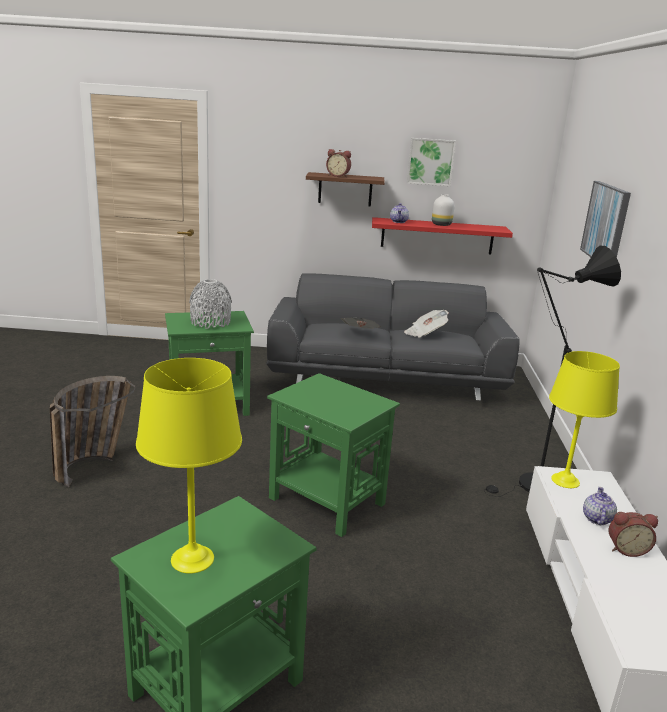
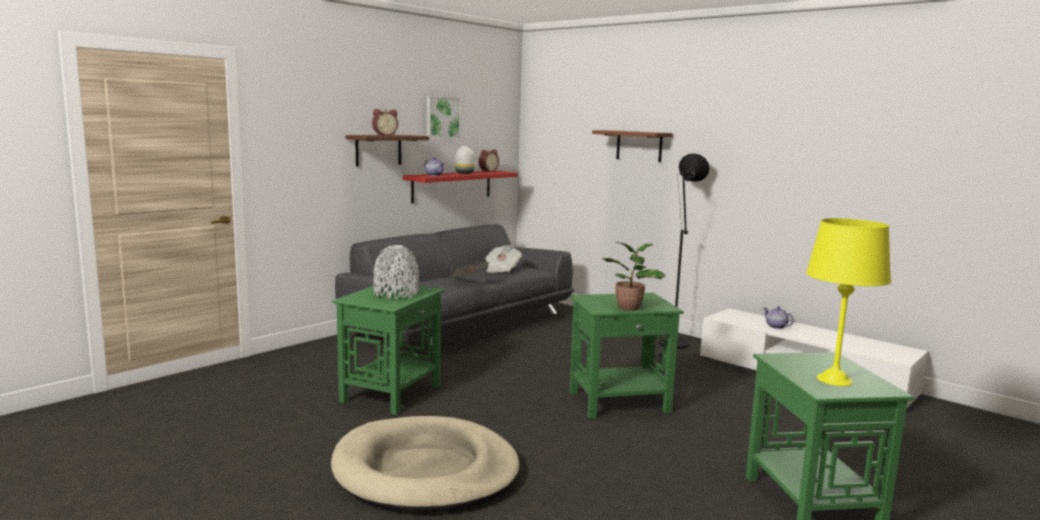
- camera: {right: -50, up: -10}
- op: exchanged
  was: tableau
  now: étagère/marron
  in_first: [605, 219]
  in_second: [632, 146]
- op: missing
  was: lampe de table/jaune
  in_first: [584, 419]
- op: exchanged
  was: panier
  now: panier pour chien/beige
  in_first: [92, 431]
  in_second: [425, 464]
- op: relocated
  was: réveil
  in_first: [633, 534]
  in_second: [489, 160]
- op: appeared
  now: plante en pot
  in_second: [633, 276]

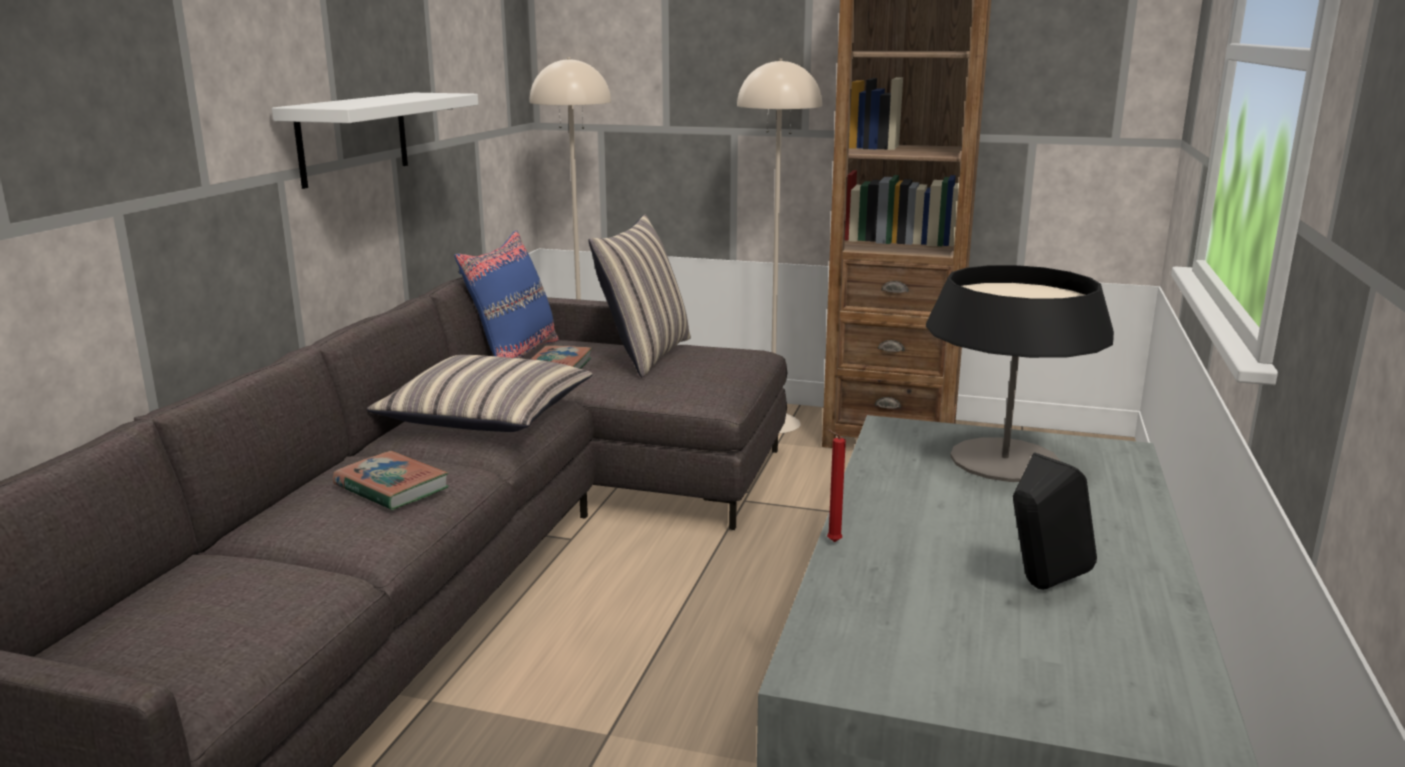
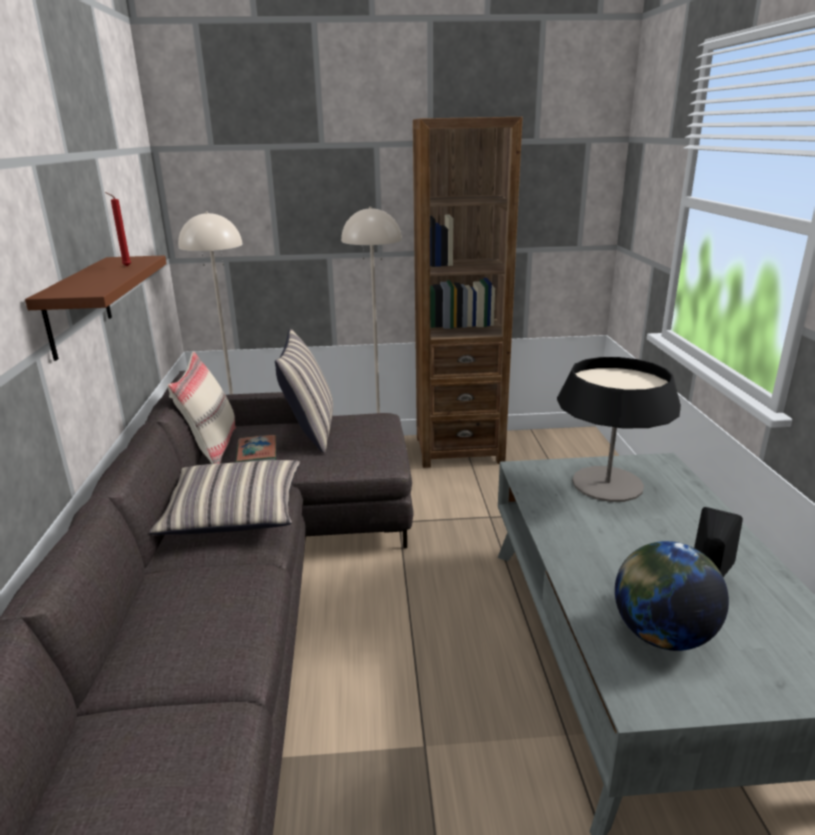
- camera: {right: -20, up: 5}
- op: colour
  was: étagère/blanc
  now: étagère/marron
  in_first: [375, 141]
  in_second: [96, 308]
- op: colour
  was: coussin/bleu
  now: coussin/beige
  in_first: [506, 294]
  in_second: [201, 407]
- op: relocated
  was: bougie/rouge
  in_first: [836, 485]
  in_second: [118, 229]
- op: missing
  was: livre
  in_first: [391, 480]
- op: appeared
  now: globe
  in_second: [672, 596]

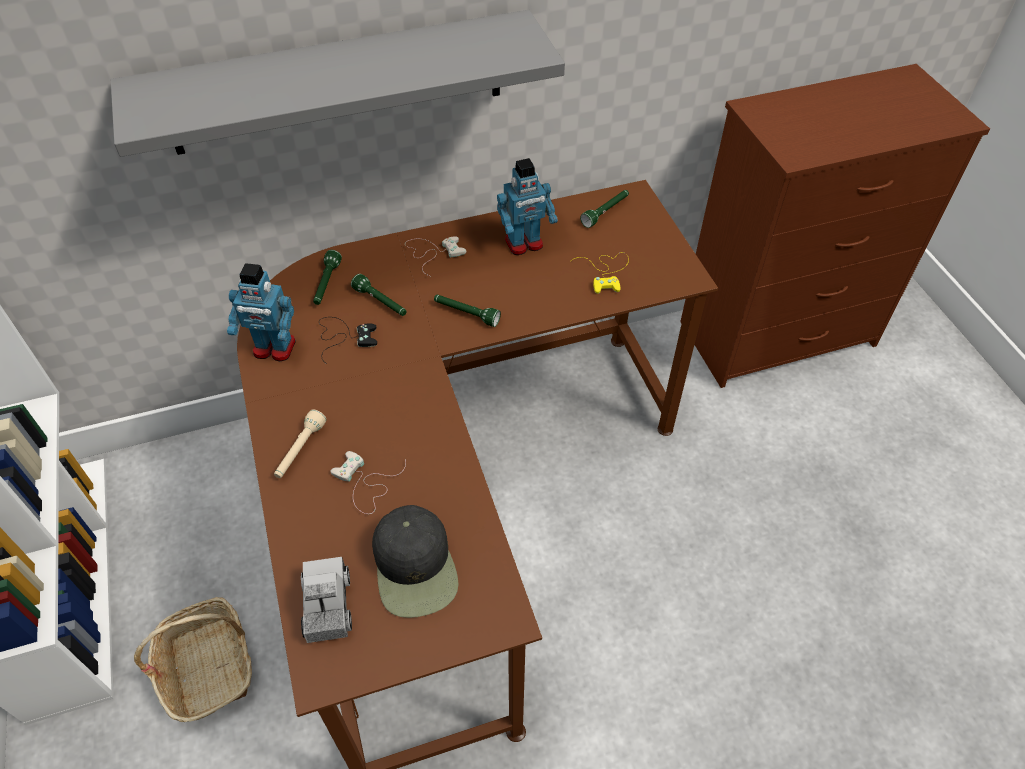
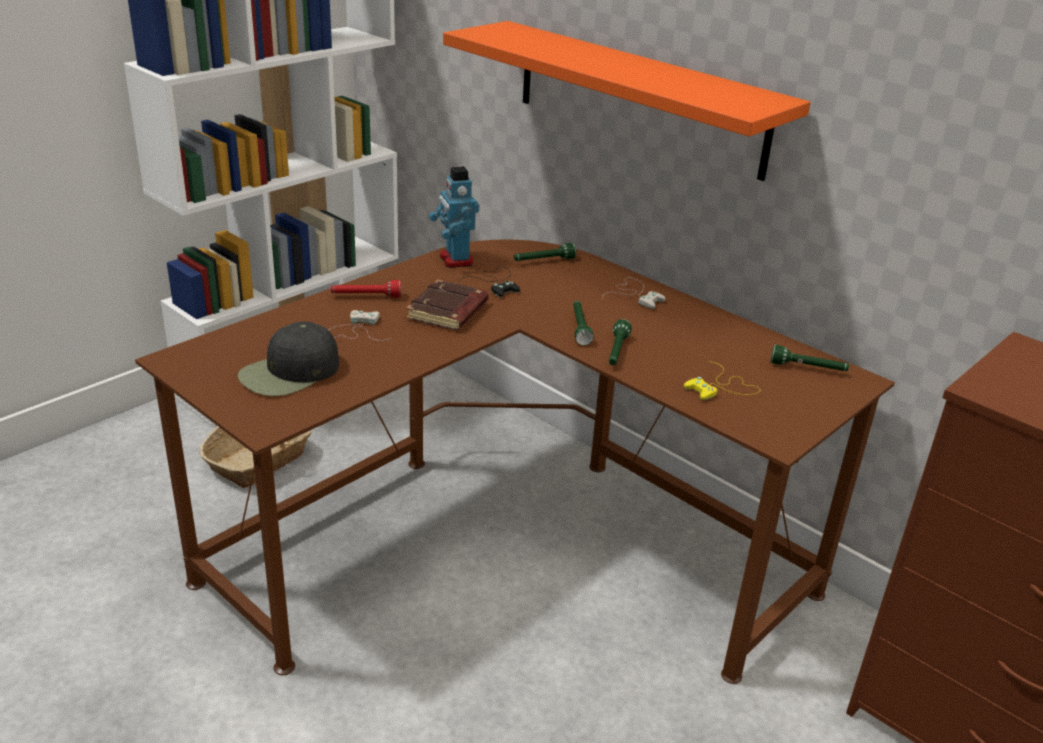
- camera: {right: 60, up: -20}
- op: colour
  was: étagère/gris
  now: étagère/orange
  in_first: [338, 83]
  in_second: [627, 101]
- op: missing
  was: robot jouet
  in_first: [527, 206]
- op: relocated
  was: lampe de poche/vert
  in_first: [379, 295]
  in_second: [620, 342]
- op: colour
  was: lampe de poche/beige
  now: lampe de poche/rouge
  in_first: [300, 443]
  in_second: [366, 289]
- op: missing
  was: camion jouet
  in_first: [326, 600]
- op: appeared
  now: livre/marron
  in_second: [447, 304]

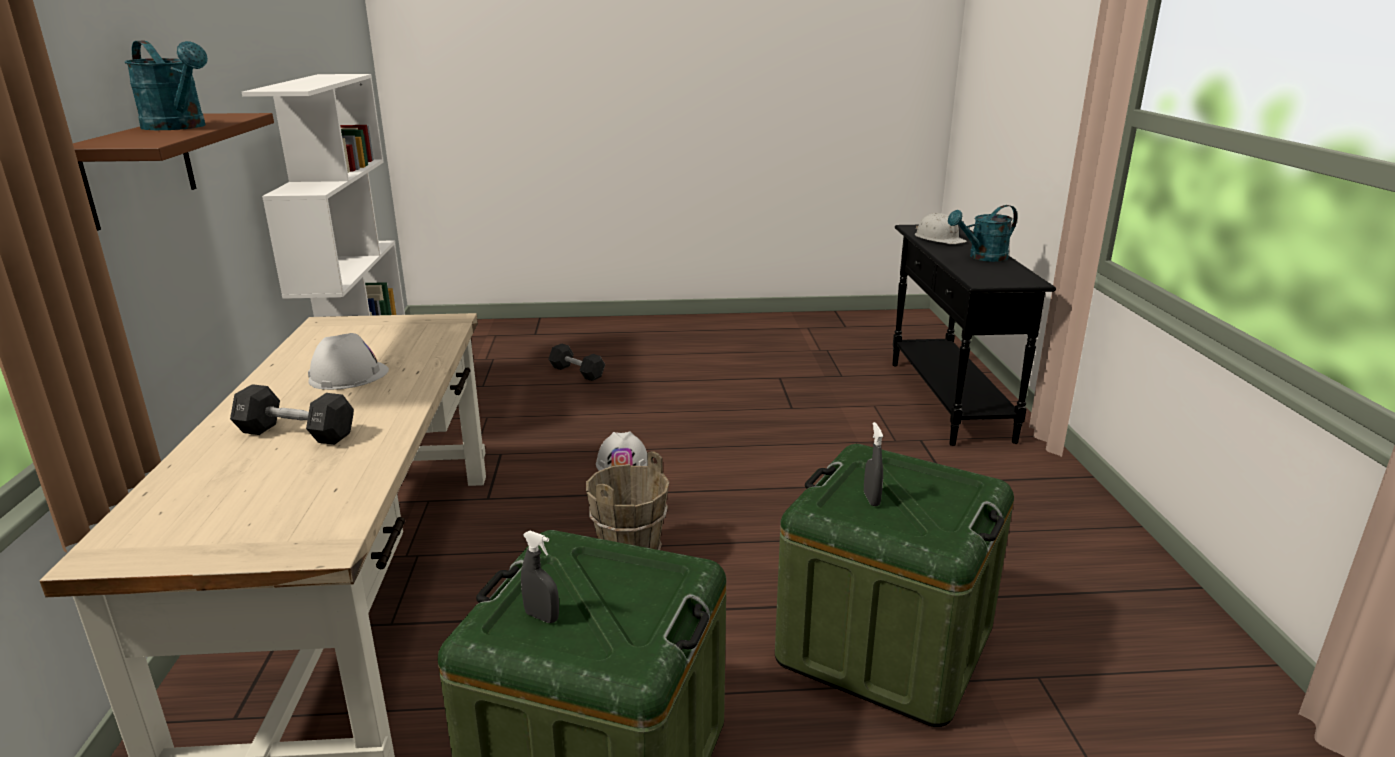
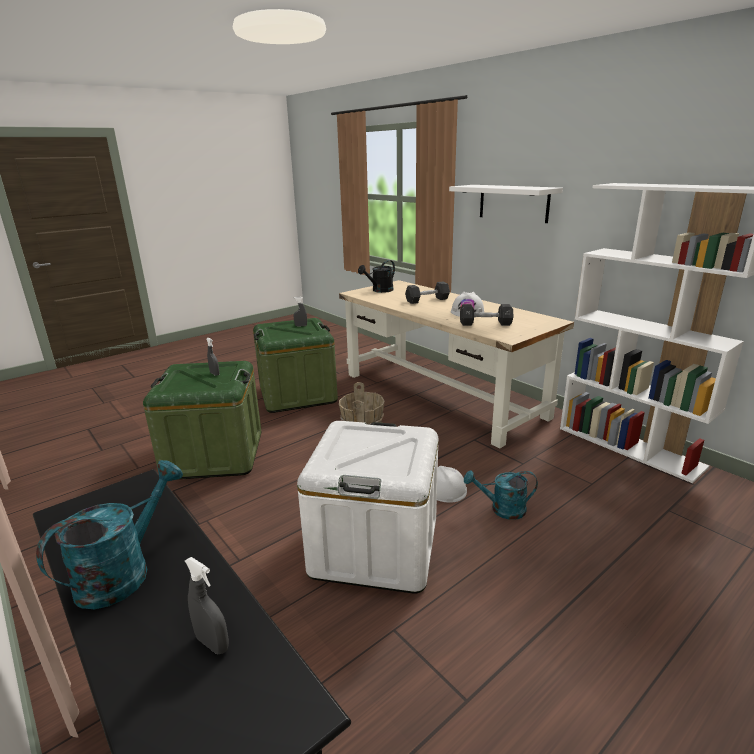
- camera: {right: 145, up: 0}
- op: relocated
  was: arrosoir/turquoise
  in_first: [166, 85]
  in_second: [501, 495]
- op: colour
  was: étagère/marron
  now: étagère/blanc
  in_first: [173, 172]
  in_second: [506, 204]
- op: exchanged
  was: casque de chantier/blanc
  now: vaporisateur/gris
  in_first: [941, 228]
  in_second: [207, 605]
- op: relocated
  was: haltère/noir
  in_first: [576, 362]
  in_second: [486, 315]
- op: appeared
  now: arrosoir/noir
  in_second: [376, 276]
- op: appeared
  now: boîte de rangement/blanc
  in_second: [367, 507]

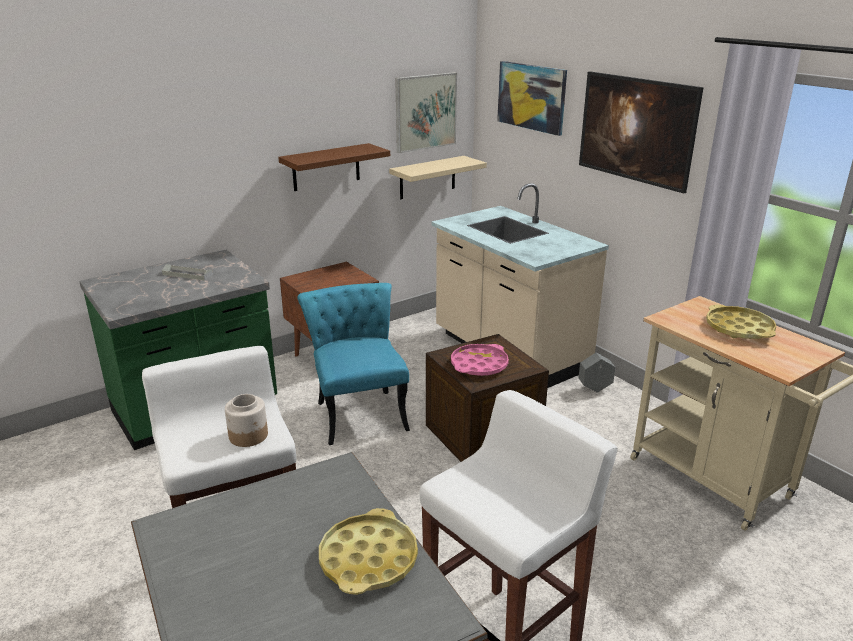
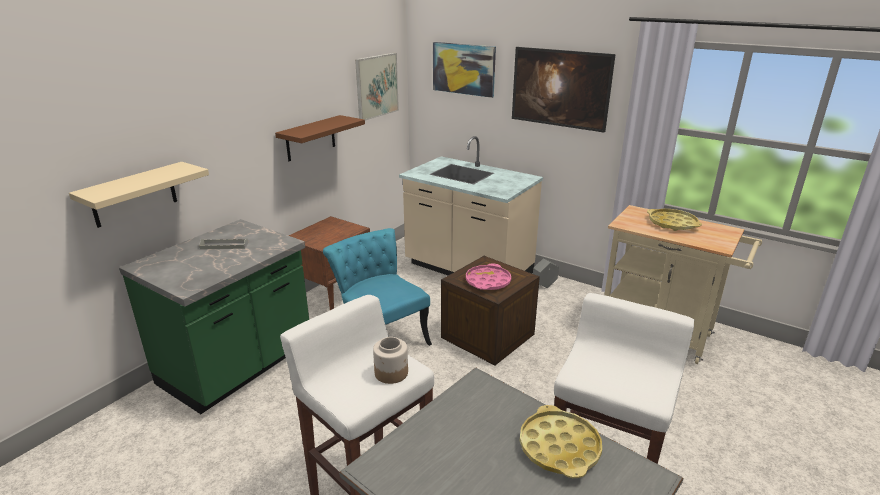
- camera: {right: -20, up: 0}
- op: relocated
  was: étagère/beige
  in_first: [438, 177]
  in_second: [139, 195]

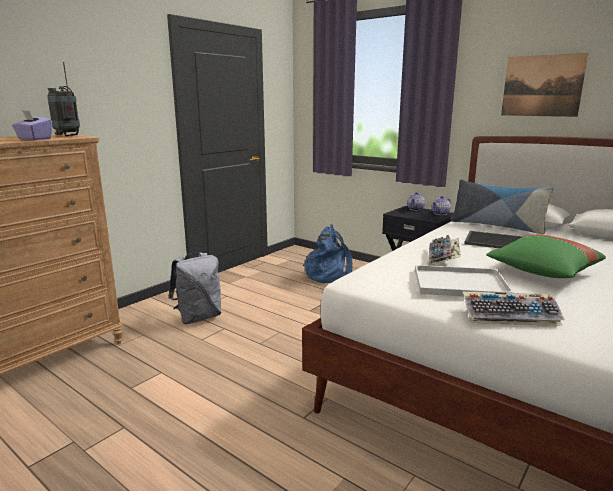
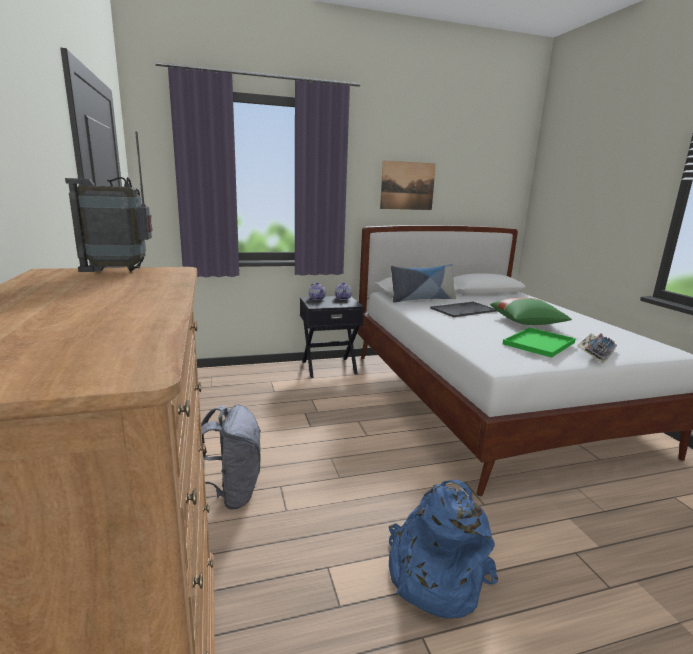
- camera: {right: -55, up: 0}
- op: missing
  was: boîte à mouchoirs/violet
  in_first: [32, 125]
- op: relocated
  was: sac à dos/bleu
  in_first: [328, 253]
  in_second: [443, 549]
- op: missing
  was: clavier
  in_first: [444, 250]
- op: colour
  was: plateau/blanc
  now: plateau/vert
  in_first: [464, 281]
  in_second: [539, 342]

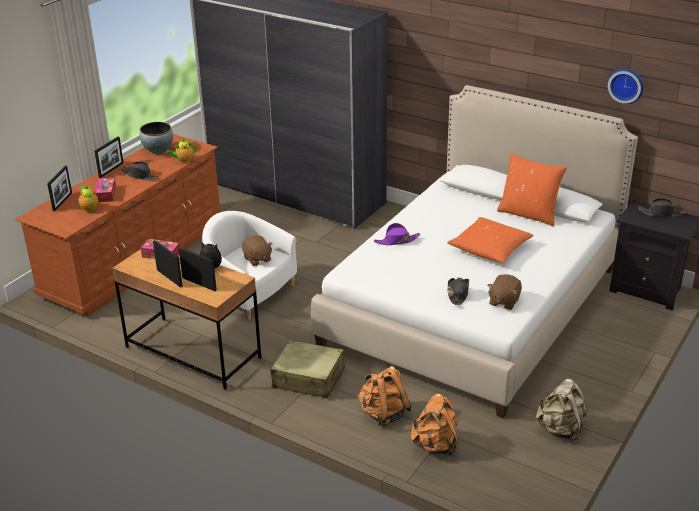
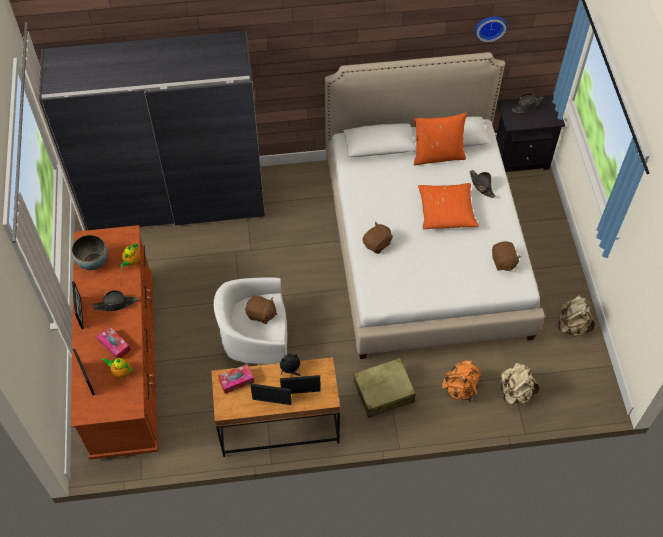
- camera: {right: -40, up: 25}
- op: exchanged
  was: chapeau/violet
  now: peluche/marron
  in_first: [397, 234]
  in_second: [378, 238]
- op: relocated
  was: chapeau/noir
  in_first: [458, 291]
  in_second: [482, 184]
- op: colour
  was: sac à dos/orange
  now: sac à dos/beige
  in_first: [434, 425]
  in_second: [519, 383]

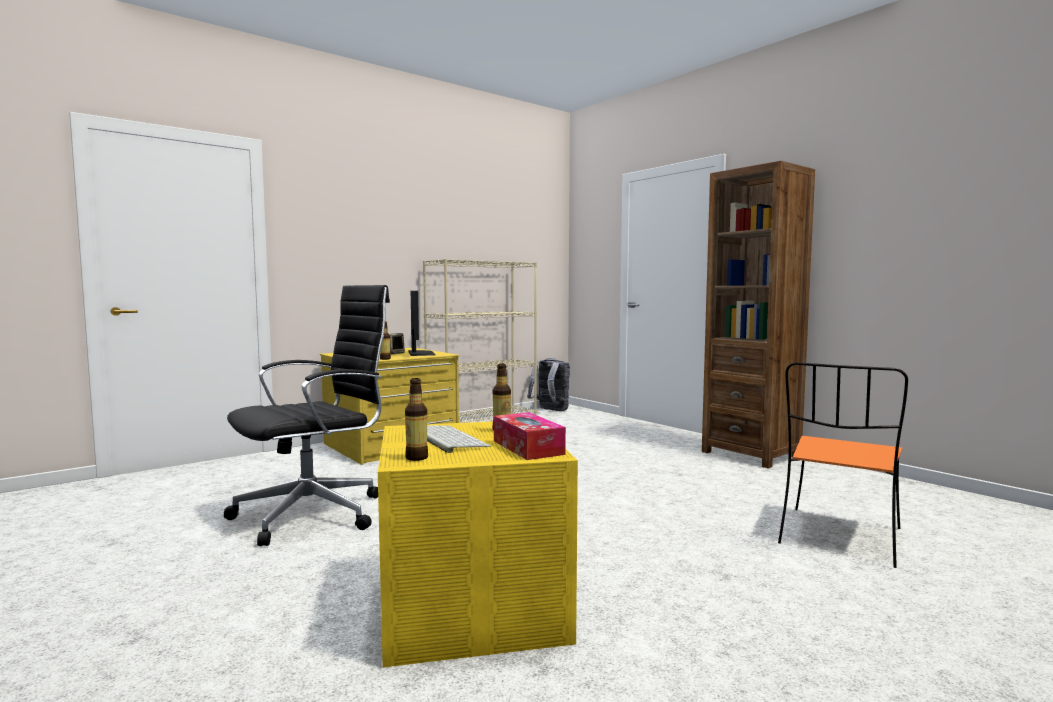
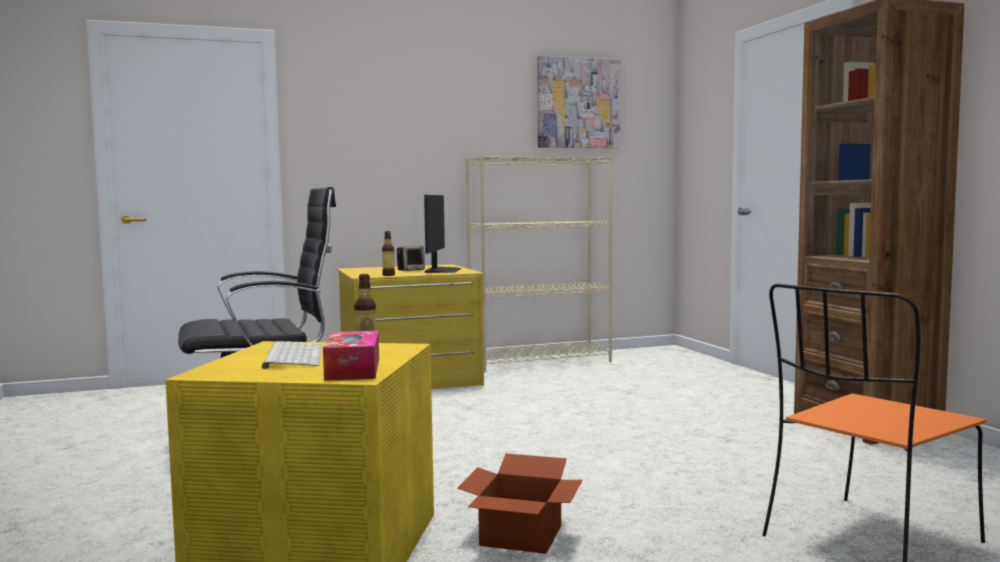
- camera: {right: 20, up: 0}
- op: missing
  was: sac à dos/gris
  in_first: [548, 384]
- op: missing
  was: bouteille
  in_first: [416, 419]
- op: appeared
  now: tableau
  in_second: [578, 102]
- op: appeared
  now: carton
  in_second: [520, 503]

